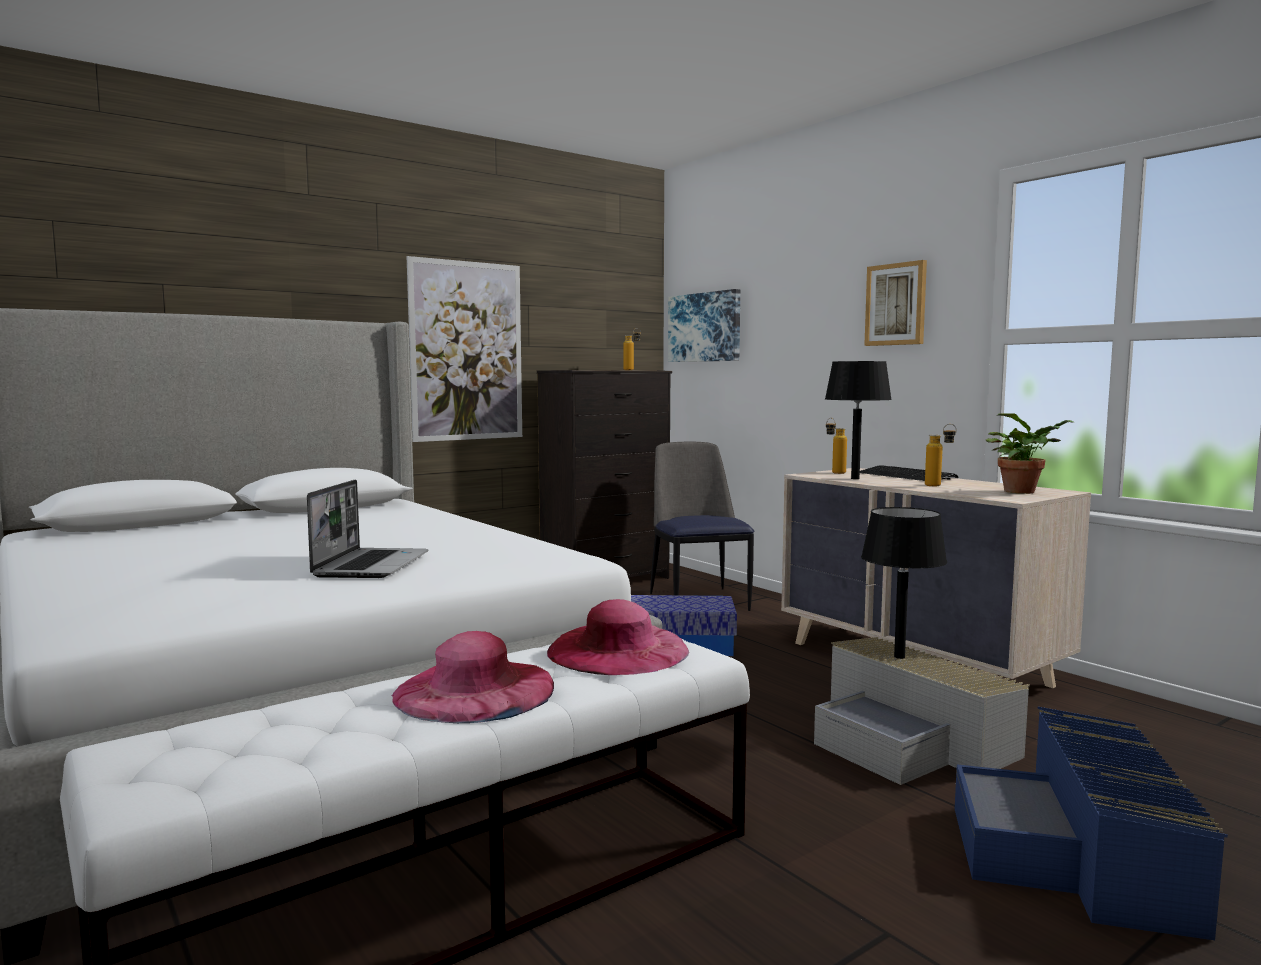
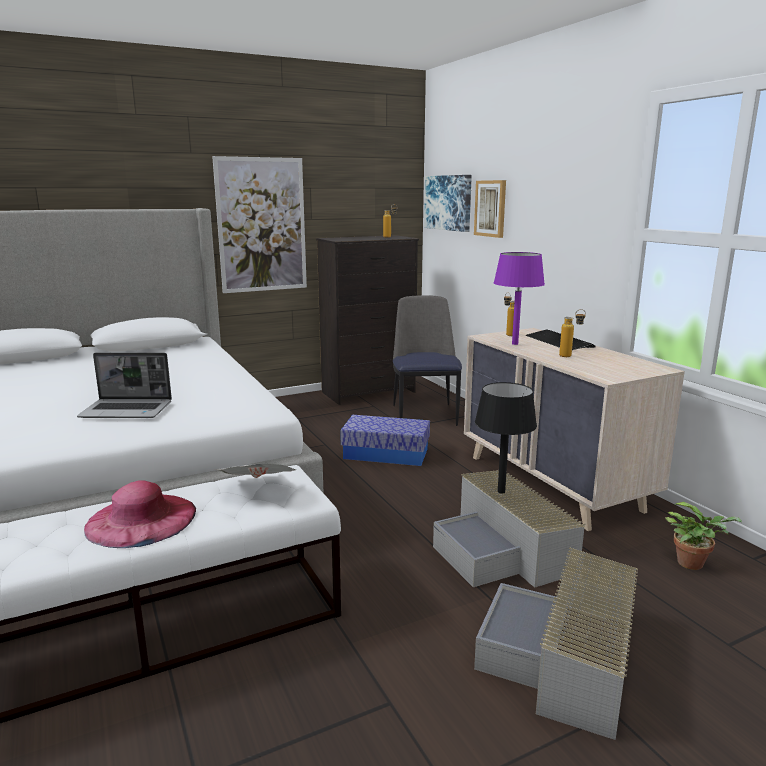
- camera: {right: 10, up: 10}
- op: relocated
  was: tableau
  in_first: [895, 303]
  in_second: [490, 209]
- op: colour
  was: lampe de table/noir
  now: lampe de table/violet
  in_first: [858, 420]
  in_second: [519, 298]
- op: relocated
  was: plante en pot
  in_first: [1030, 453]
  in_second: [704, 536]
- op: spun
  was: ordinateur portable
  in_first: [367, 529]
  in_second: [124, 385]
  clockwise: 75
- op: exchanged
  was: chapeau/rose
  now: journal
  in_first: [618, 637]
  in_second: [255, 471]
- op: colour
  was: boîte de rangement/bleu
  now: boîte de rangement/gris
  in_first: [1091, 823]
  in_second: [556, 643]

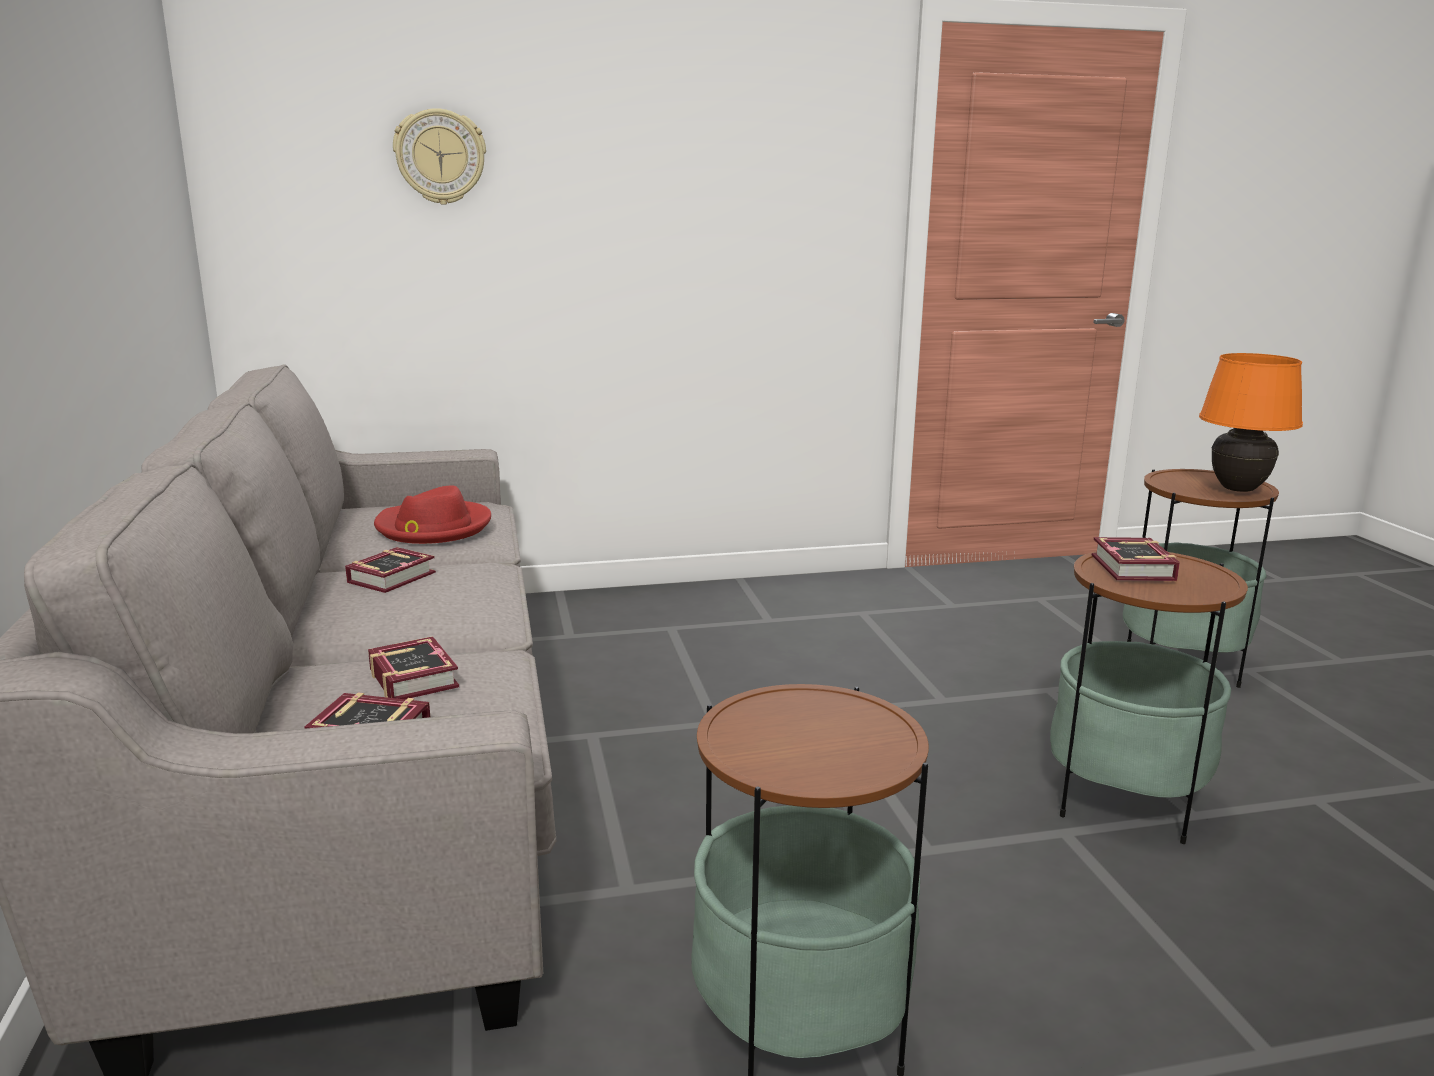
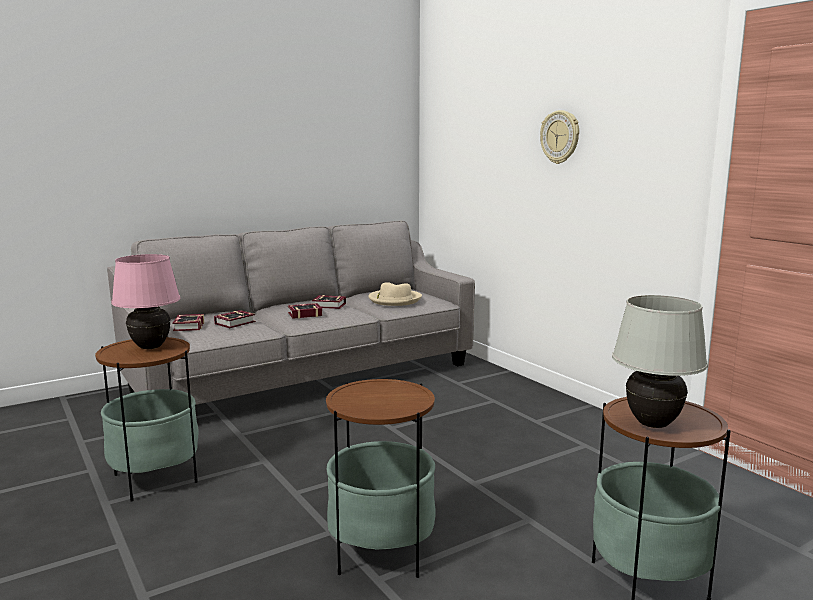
- camera: {right: 70, up: -5}
- op: relocated
  was: horloge murale
  in_first: [439, 156]
  in_second: [559, 137]
- op: colour
  was: lampe de table/orange
  now: lampe de table/blanc
  in_first: [1251, 422]
  in_second: [660, 361]
- op: colour
  was: chapeau/rouge
  now: chapeau/beige
  in_first: [432, 515]
  in_second: [395, 294]
- op: relocated
  was: livre
  in_first: [1136, 559]
  in_second: [305, 311]
- op: appeared
  now: lampe de table/rose
  in_second: [146, 301]

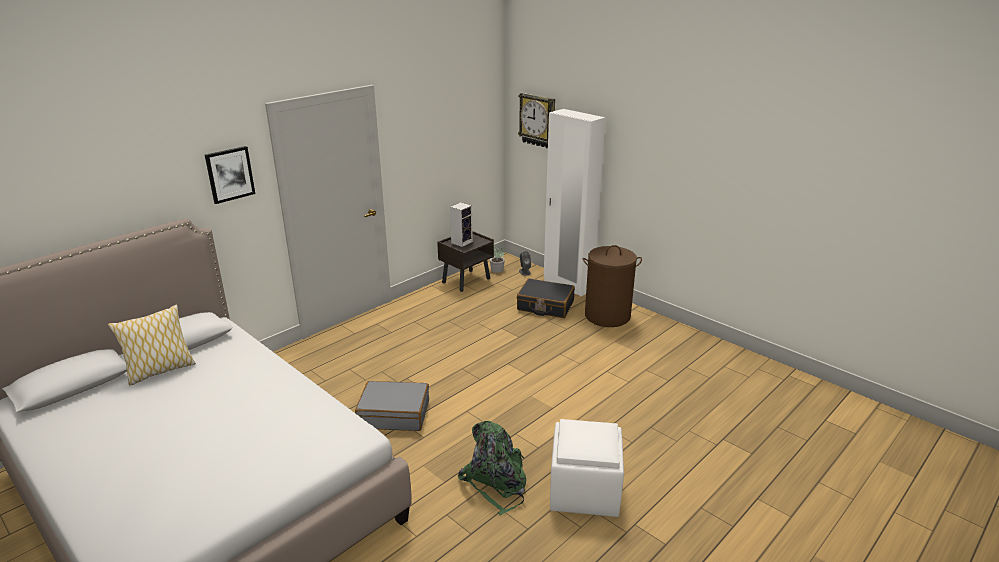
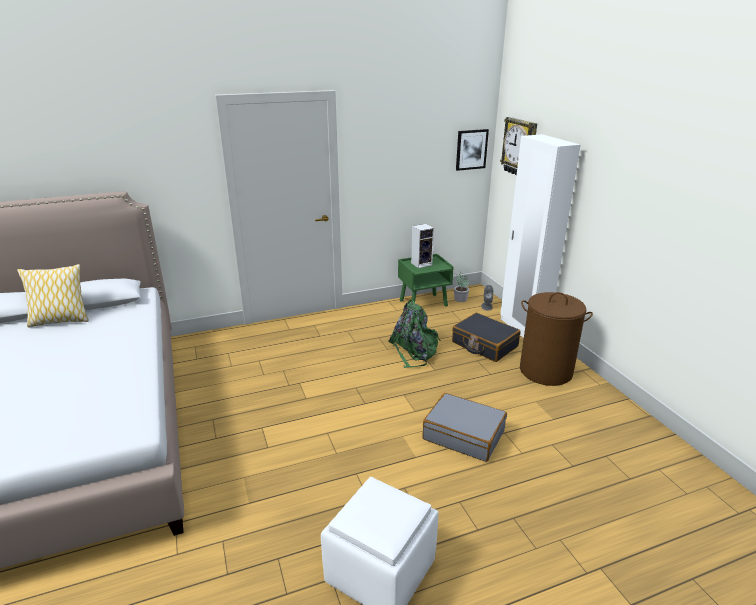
- camera: {right: 25, up: 0}
- op: relocated
  was: tableau
  in_first: [230, 175]
  in_second: [472, 150]
- op: colour
  was: table de chevet/marron
  now: table de chevet/vert
  in_first: [465, 261]
  in_second: [426, 280]
- op: relocated
  was: valise/gris
  in_first: [392, 406]
  in_second: [464, 427]
- op: relocated
  was: sac à dos/vert
  in_first: [492, 468]
  in_second: [414, 334]

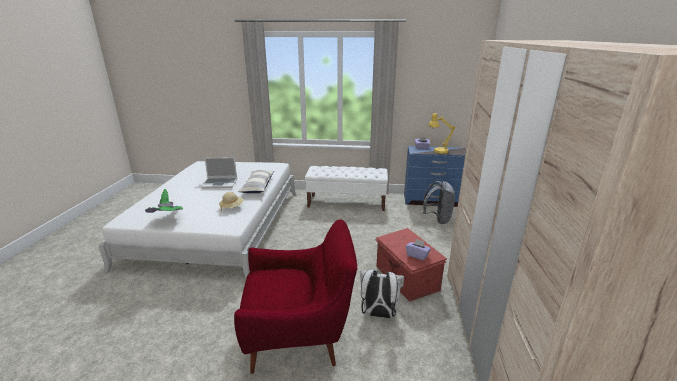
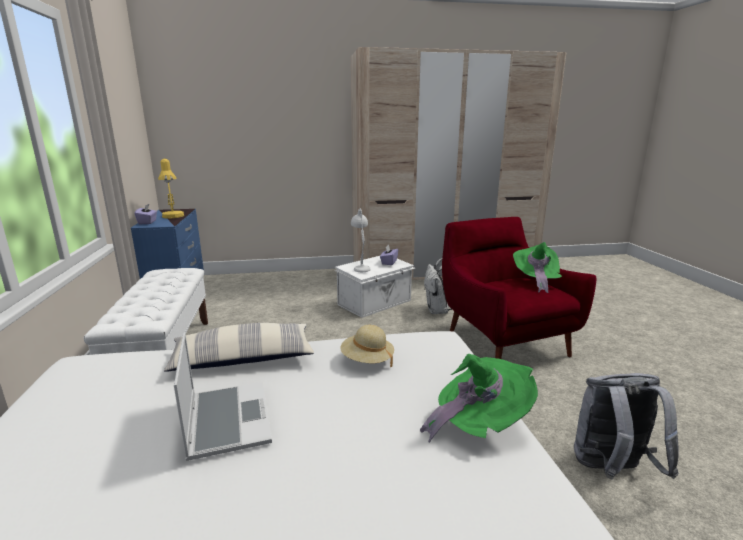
- camera: {right: -105, up: -5}
- op: relocated
  was: sac à dos/gris
  in_first: [439, 202]
  in_second: [626, 426]
- op: colour
  was: boîte de rangement/rouge
  now: boîte de rangement/blanc
  in_first: [411, 265]
  in_second: [374, 287]
- op: appeared
  now: lampe de table/blanc
  in_second: [361, 240]
- op: appeared
  now: chapeau/vert
  in_second: [537, 267]

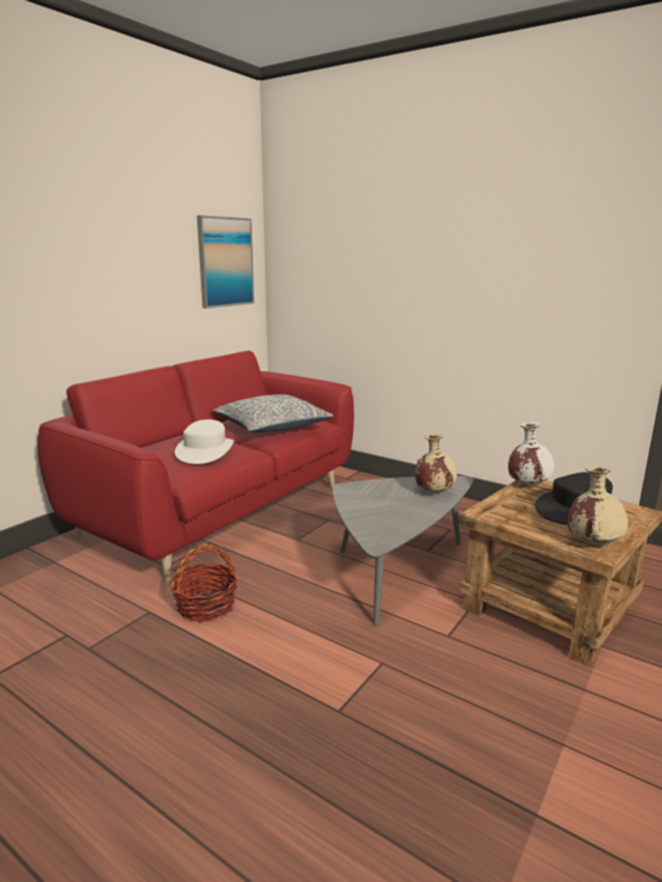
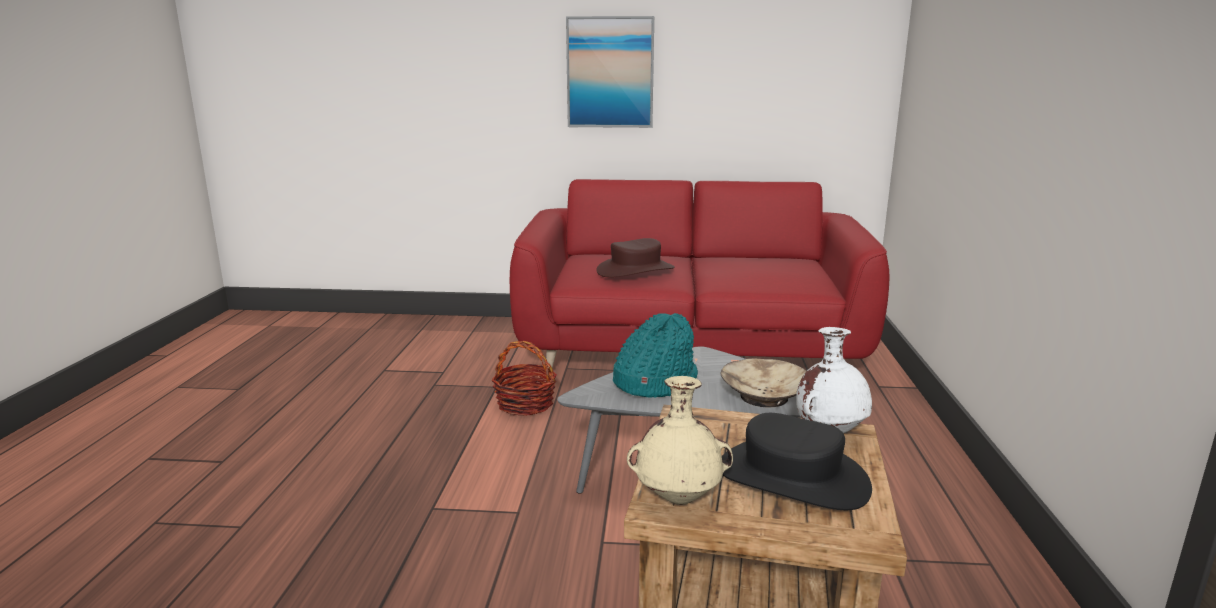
- camera: {right: 60, up: 0}
- op: relocated
  was: tableau
  in_first: [225, 262]
  in_second: [610, 72]
- op: missing
  was: coussin
  in_first: [273, 413]
- op: colour
  was: chapeau/blanc
  now: chapeau/marron
  in_first: [204, 441]
  in_second: [635, 258]
- op: exchanged
  was: vase/beige
  now: bol/beige
  in_first: [436, 463]
  in_second: [763, 382]
- op: appeared
  now: chapeau/turquoise
  in_second: [655, 355]

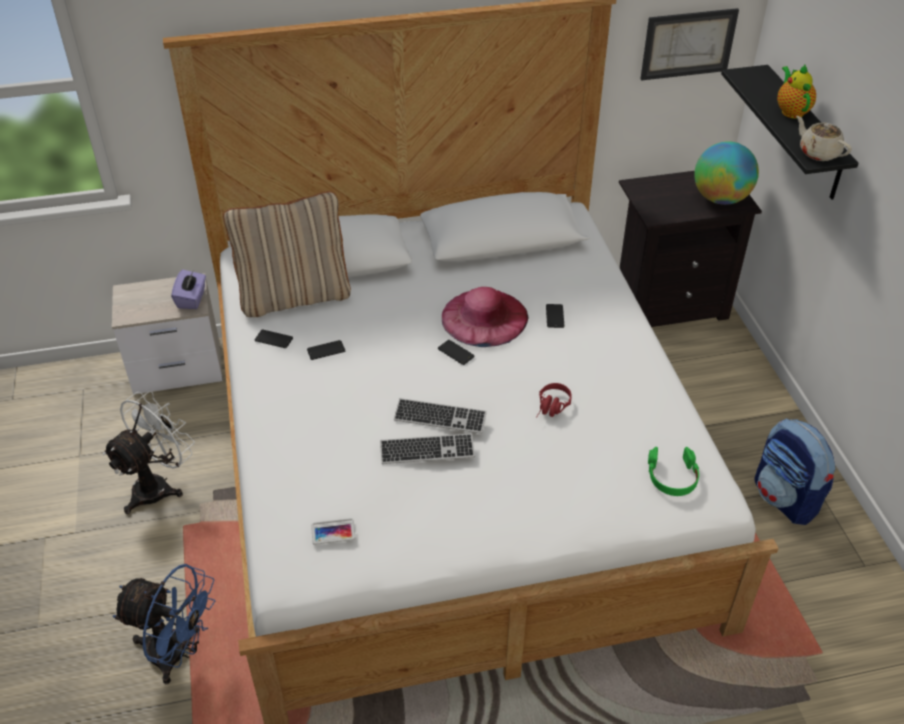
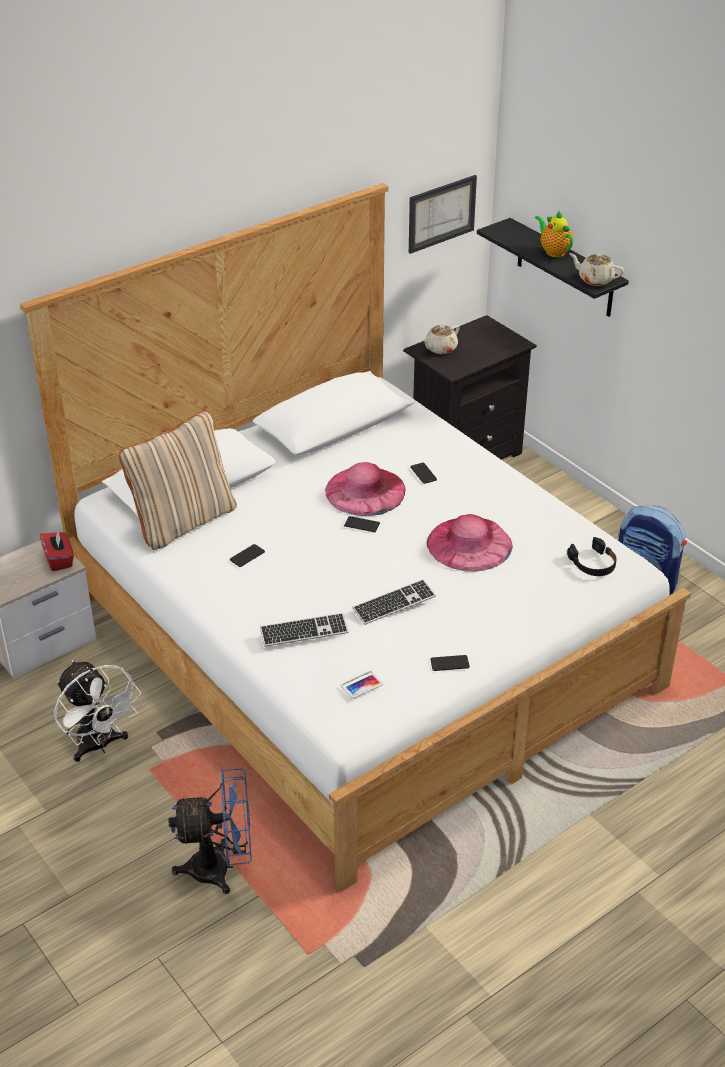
- camera: {right: -25, up: -5}
- op: missing
  was: globe
  in_first: [726, 173]
- op: colour
  was: boîte à mouchoirs/violet
  now: boîte à mouchoirs/rouge
  in_first: [188, 289]
  in_second: [57, 551]
- op: relocated
  was: téléphone
  in_first: [274, 339]
  in_second: [450, 663]
- op: exchanged
  was: casque audio/rouge
  now: chapeau/rose
  in_first: [554, 400]
  in_second: [470, 543]
- op: spun
  was: ventilateur/blanc
  in_first: [148, 452]
  in_second: [97, 711]
  clockwise: 135
- op: relocated
  was: clavier
  in_first: [440, 416]
  in_second: [304, 630]
- op: colour
  was: casque audio/vert
  now: casque audio/noir
  in_first: [673, 471]
  in_second: [592, 556]
- op: appeared
  now: théière/beige
  in_second: [441, 339]

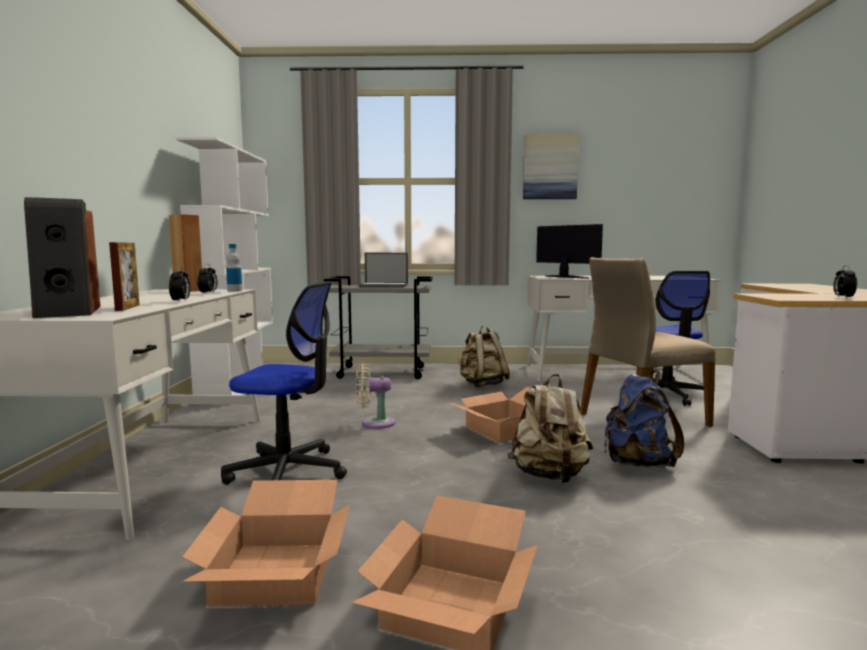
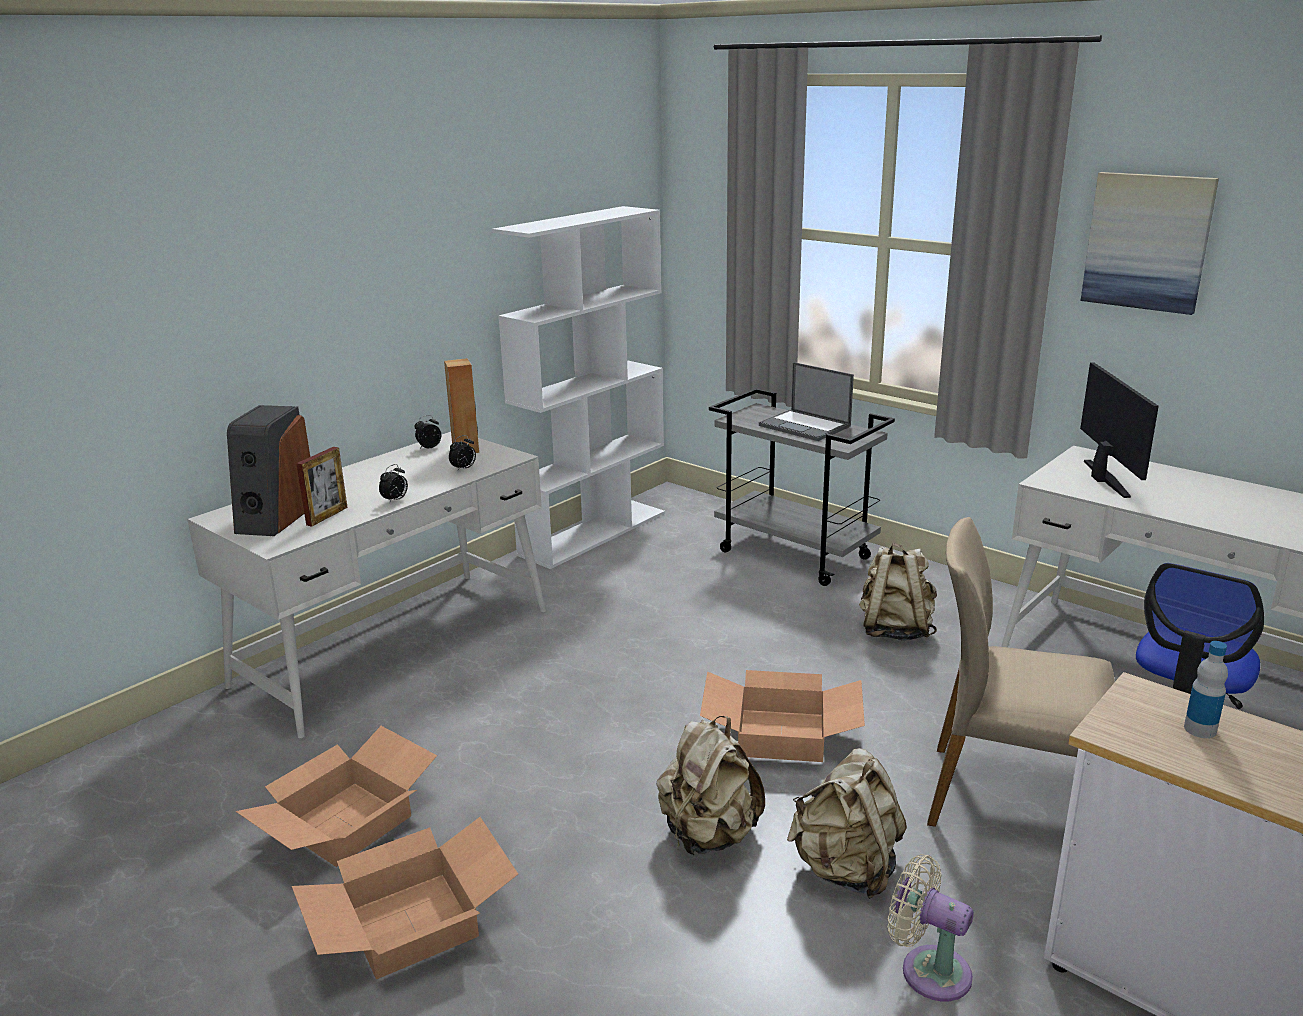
- camera: {right: 40, up: 15}
- op: relocated
  was: bouteille
  in_first: [234, 268]
  in_second: [1206, 689]
- op: relocated
  was: réveil
  in_first: [845, 281]
  in_second: [427, 432]
- op: missing
  was: chaise de bureau
  in_first: [284, 383]
- op: relocated
  was: ventilateur/beige
  in_first: [375, 396]
  in_second: [931, 927]
- op: colour
  was: sac à dos/bleu
  now: sac à dos/beige
  in_first: [644, 419]
  in_second: [847, 823]

